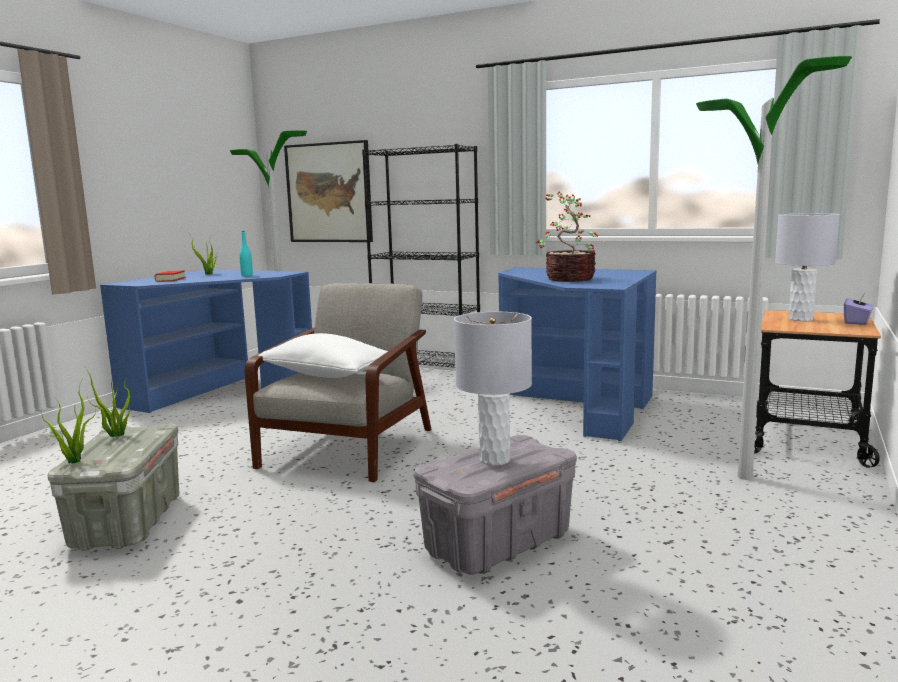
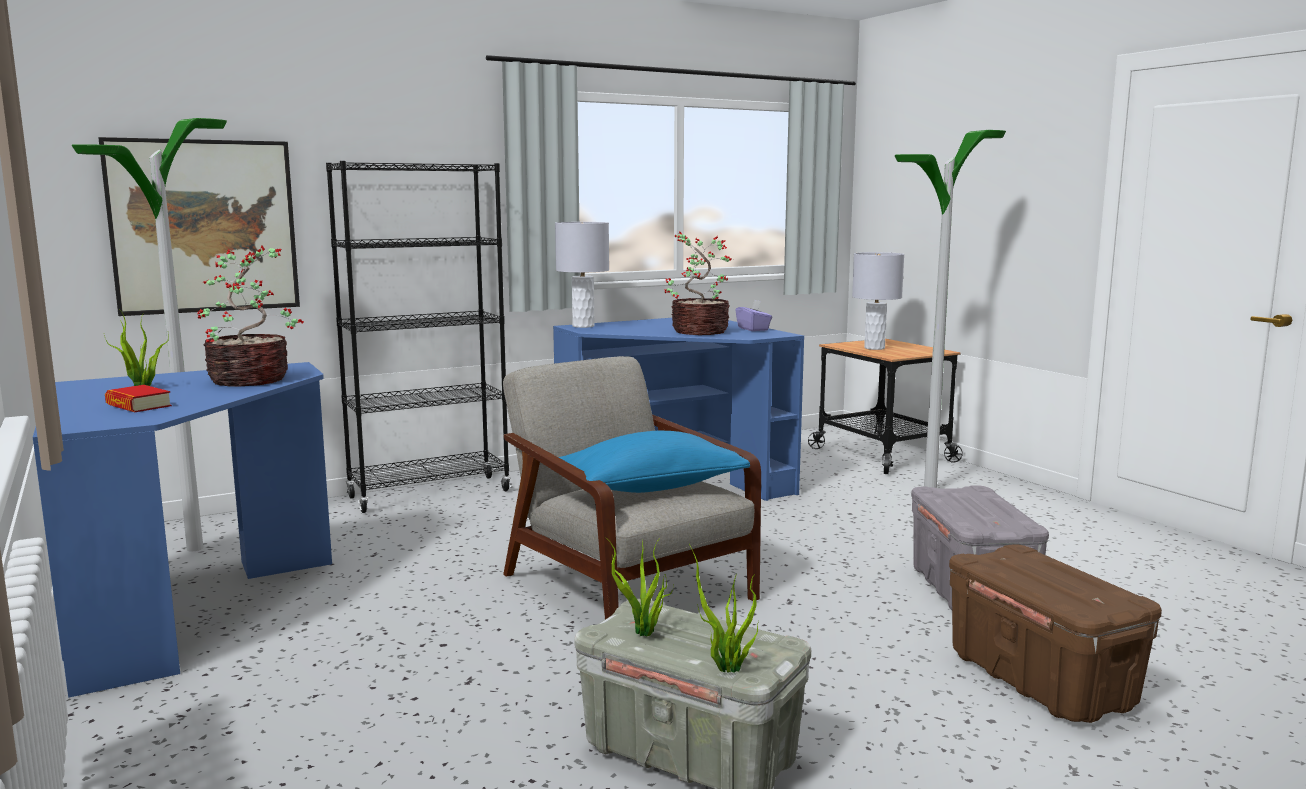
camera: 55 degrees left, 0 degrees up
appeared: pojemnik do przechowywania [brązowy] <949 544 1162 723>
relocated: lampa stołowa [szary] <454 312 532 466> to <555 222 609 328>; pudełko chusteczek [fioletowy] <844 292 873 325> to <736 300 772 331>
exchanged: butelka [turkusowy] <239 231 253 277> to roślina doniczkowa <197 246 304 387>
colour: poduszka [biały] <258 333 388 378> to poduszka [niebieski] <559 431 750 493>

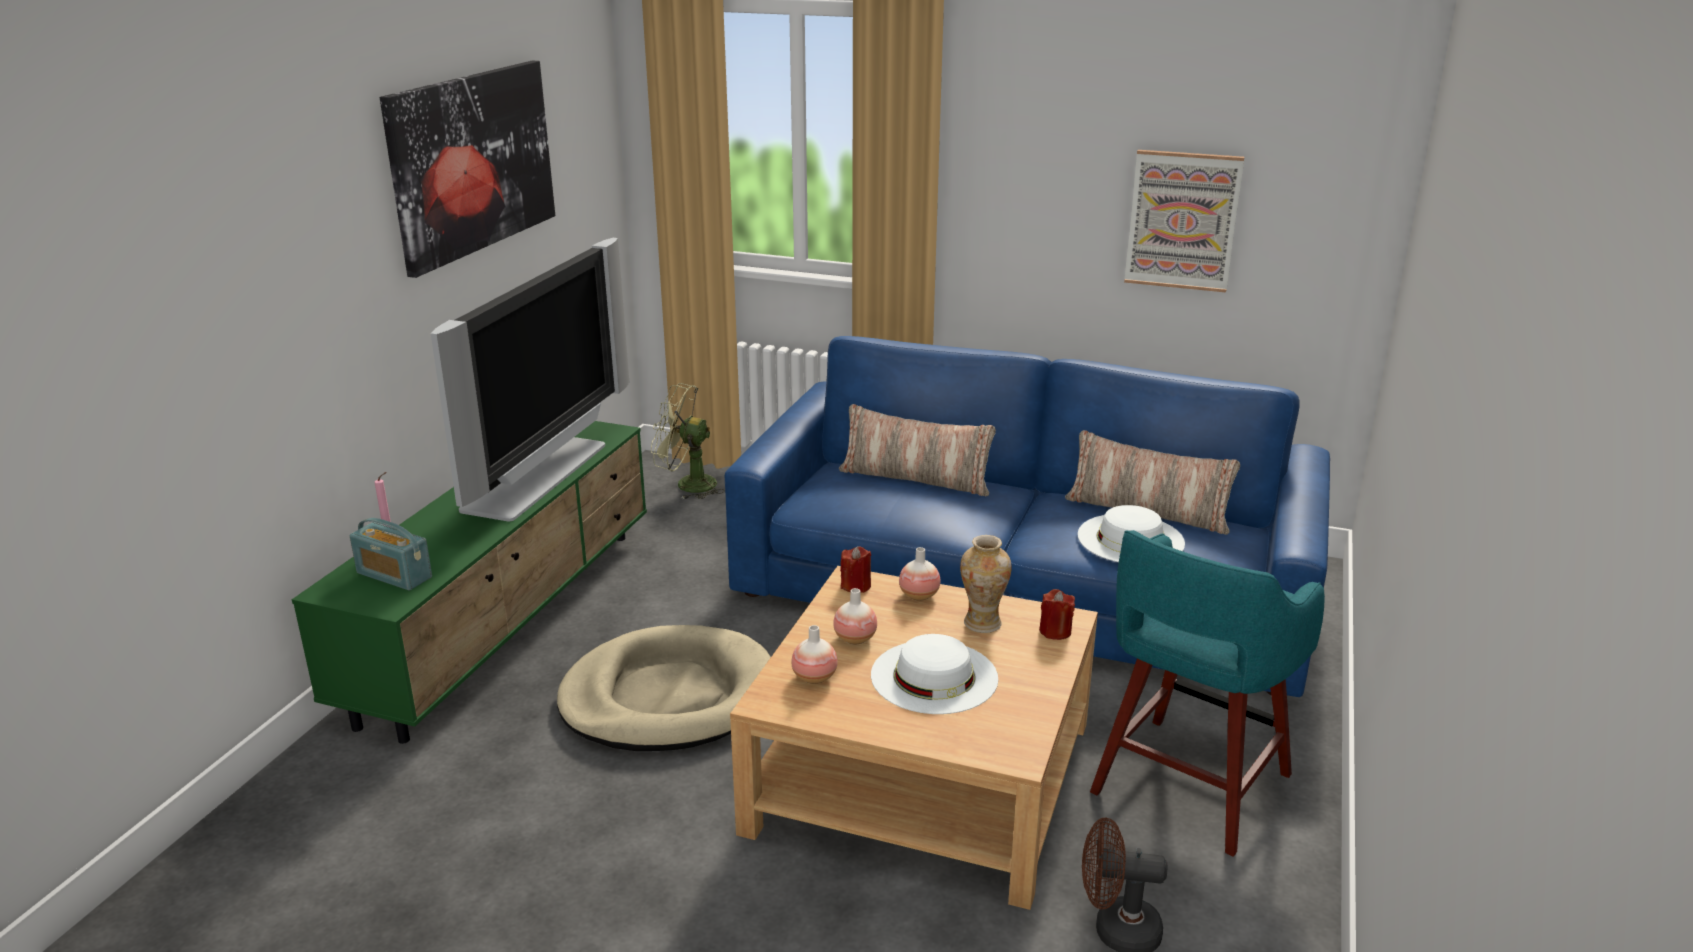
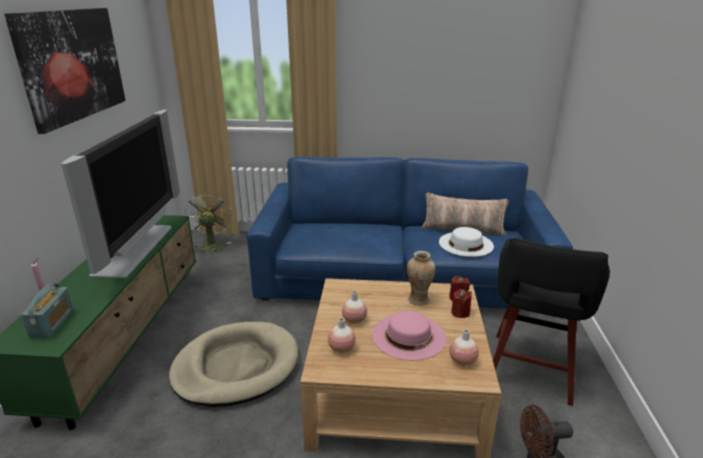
camera: 15 degrees left, 0 degrees up
missing: poduszka <839 404 996 496>; obraz <1124 150 1244 292>
relocated: świeca [czerwony] <840 546 871 593> to <451 289 472 318>; wazon <899 547 940 601> to <449 329 479 365>
colour: kapelusz [biały] <871 634 998 714> to kapelusz [różowy] <372 311 446 361>; stołek [turkusowy] <1090 530 1325 857> to stołek [czarny] <493 238 610 406>
spun: radio <350 518 432 591> = <21 283 74 339> 105 degrees counterclockwise; wentylator [zielony] <651 383 725 499> = <185 191 233 255> 90 degrees clockwise

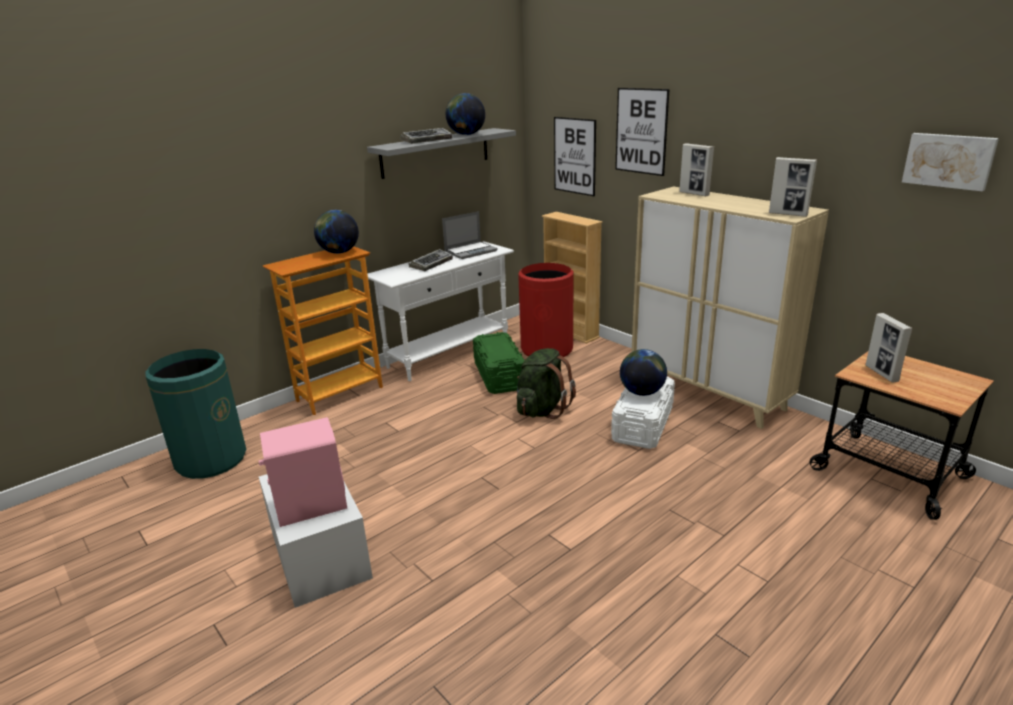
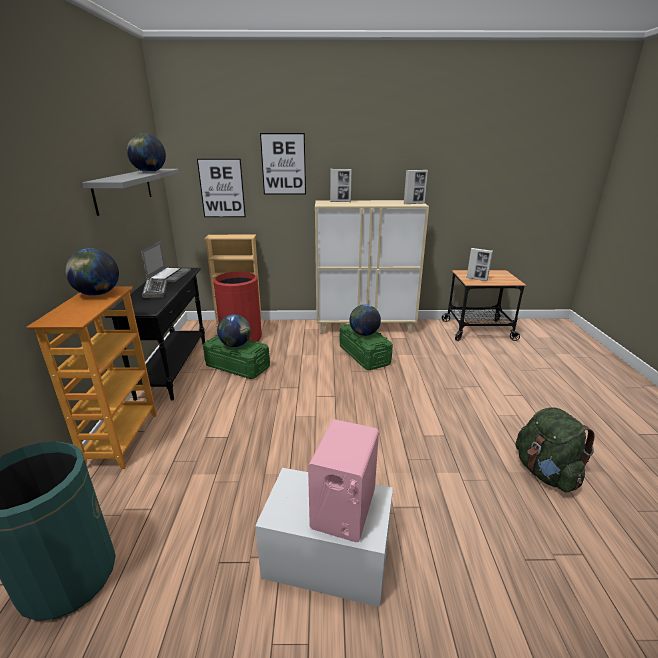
camera: 50 degrees left, 0 degrees up
missing: klawiatura <400 128 452 144>; obraz <902 133 999 191>
appeared: globus <217 314 251 347>
relocated: plecak [zielony] <517 348 576 419> to <516 407 595 492>
colour: stolik konsolowy [biały] <368 241 514 381> to stolik konsolowy [czarny] <105 268 205 401>; pojemnik do przechowywania [biały] <611 377 675 449> to pojemnik do przechowywania [zielony] <339 324 393 370>

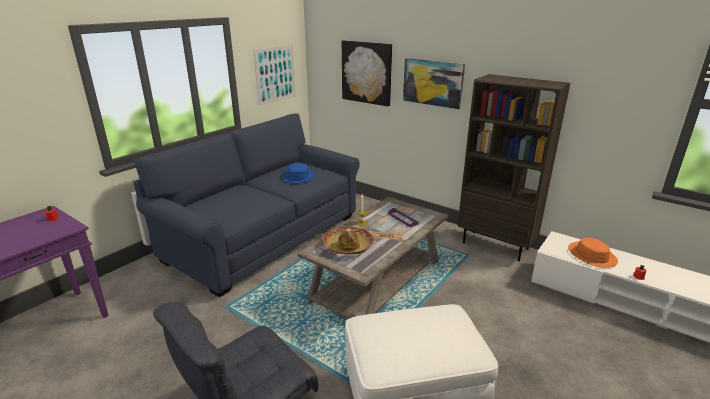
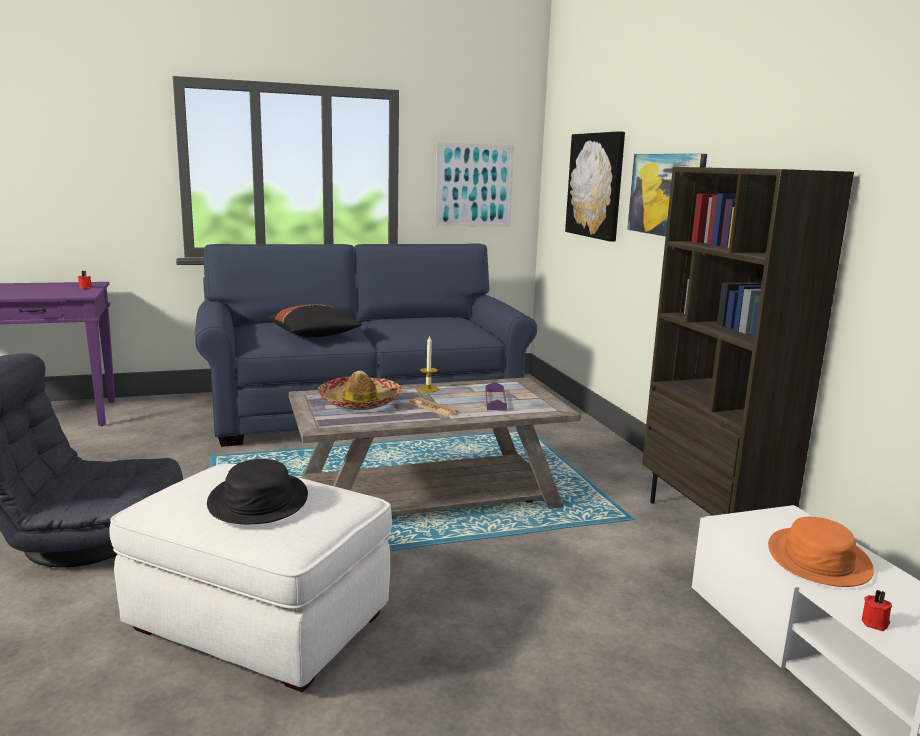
camera: 35 degrees right, 10 degrees down
missing: kapelusz [niebieski] <282 163 314 183>
appeared: kapelusz [czarny] <207 459 308 524>; poduszka [czarny] <268 304 362 338>

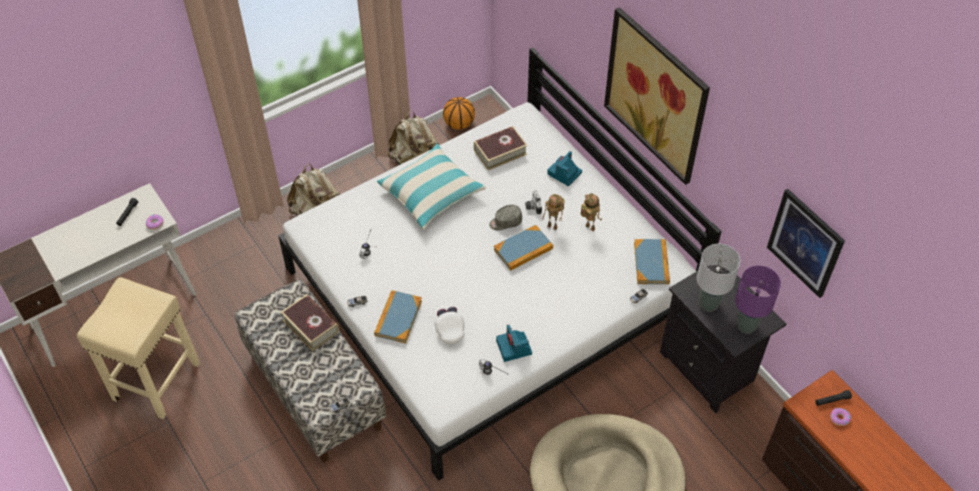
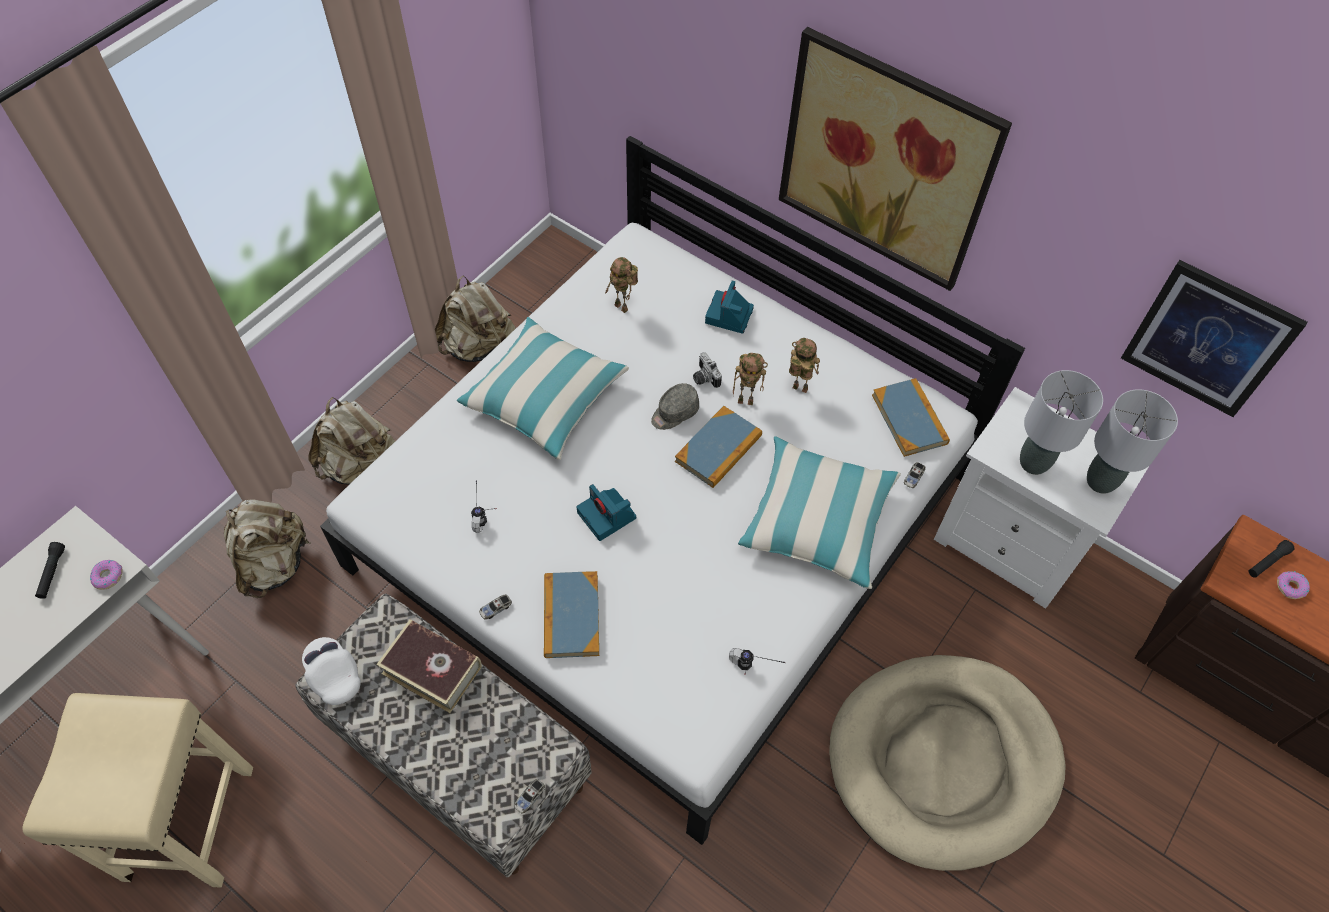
camera: 20 degrees left, 5 degrees up
missing: piłka do koszykówki <443 97 475 130>
appeared: plecak [beżowy] <224 499 310 598>; poduszka <738 436 901 589>
relocated: czapka z daszkiem [biały] <434 305 464 344> to <302 637 361 705>; aparat fotograficzny <496 325 532 362> to <577 484 636 541>
exchanged: książka <474 126 527 170> to robot zabawkowy <605 257 638 313>
colour: szafka nocna [czarny] <660 265 786 413> to szafka nocna [biały] <934 387 1149 608>; lampa stołowa [fioletowy] <735 265 781 334> to lampa stołowa [szary] <1087 389 1178 494>

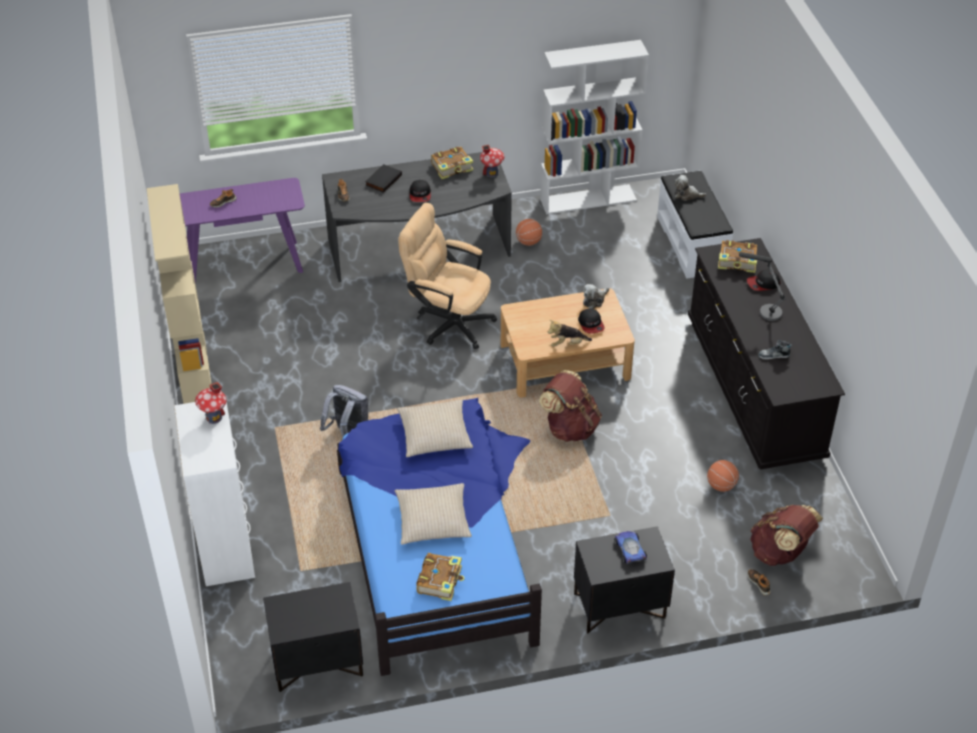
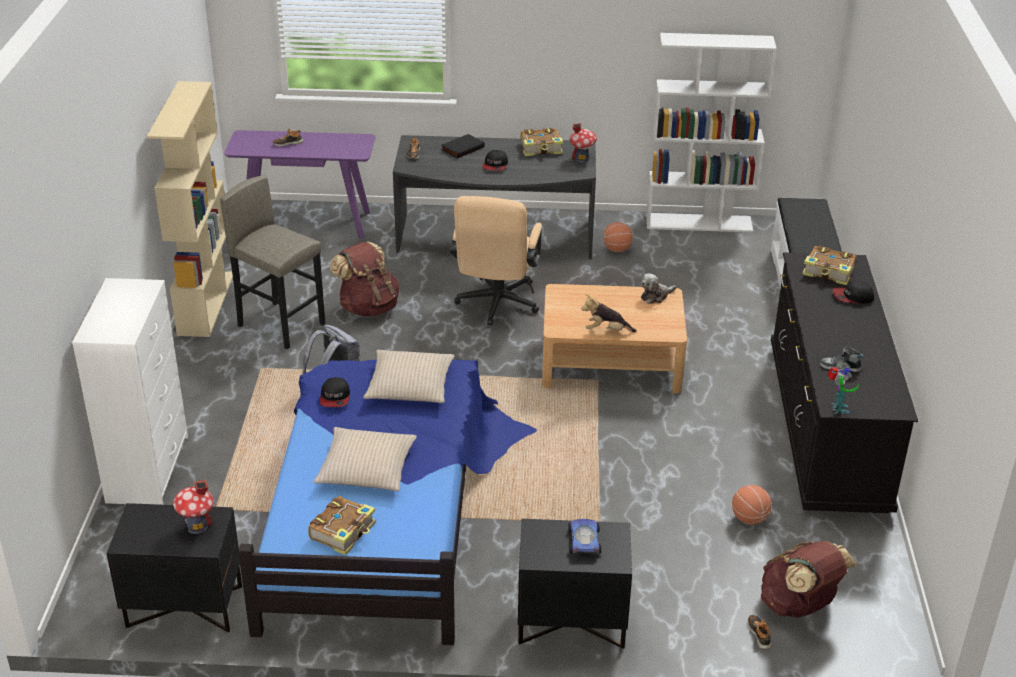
camera: 15 degrees right, 10 degrees down
missing: pluszak <674 175 707 201>; lampa stołowa <739 252 786 321>
appeared: stołek [szary] <220 175 325 349>; robot zabawkowy <827 364 859 414>
relocated: domek <195 382 227 424> to <173 480 214 534>; plecak [brązowy] <539 370 602 442> to <330 242 400 316>; czapka z daszkiem <578 309 605 334> to <320 377 350 407>
spun: krzesło biurowe [beżowy] <398 203 497 349> = <450 196 542 325> 120 degrees counterclockwise

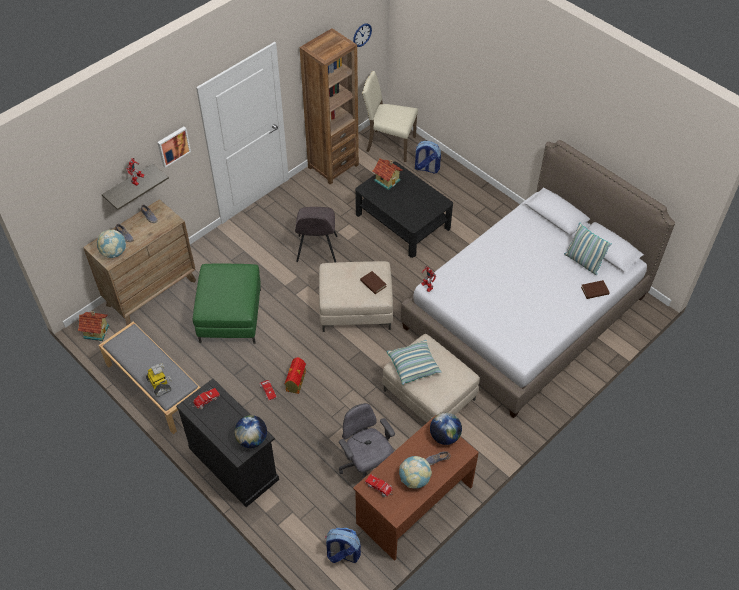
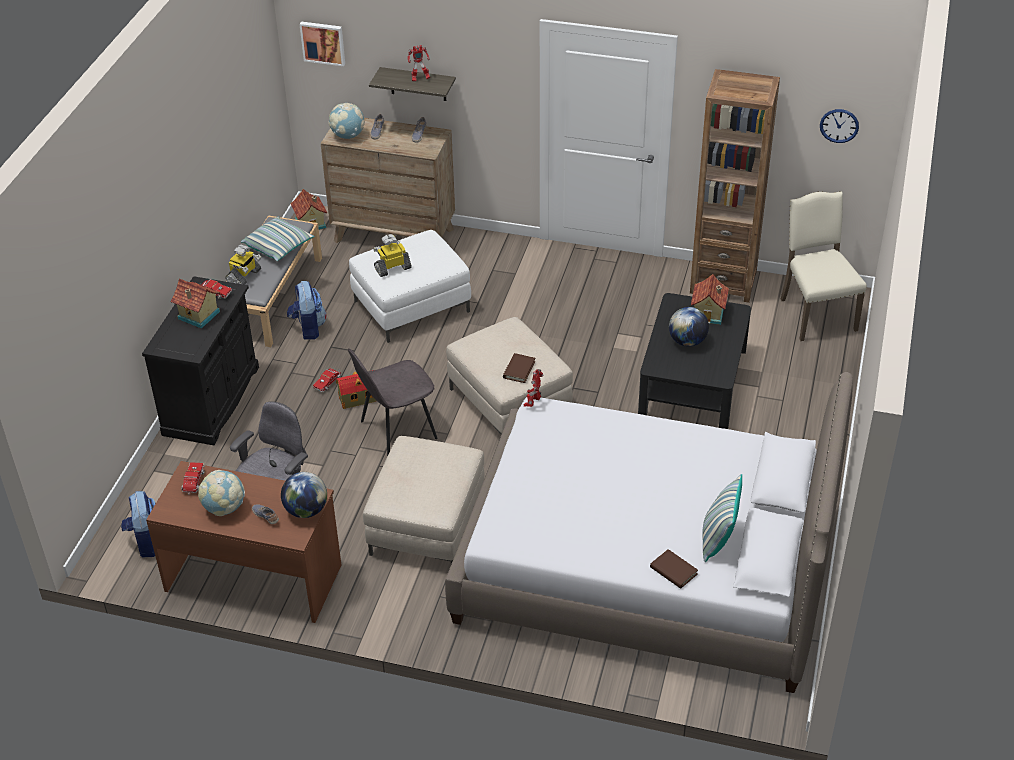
camera: 60 degrees right, 10 degrees down
appeared: domek <170 279 220 328>; robot zabawkowy <373 234 412 277>
relocated: obraz <157 127 191 168> to <300 22 345 66>; globus <234 415 267 448> to <669 307 709 347>; krzesło [szary] <295 207 337 263> to <348 348 437 456>; poduszka <387 340 441 385> to <241 217 315 261>; plecak <415 141 441 174> to <287 281 326 340>
colour: pufa [zielony] <193 264 261 344> to pufa [biały] <349 230 471 343>

